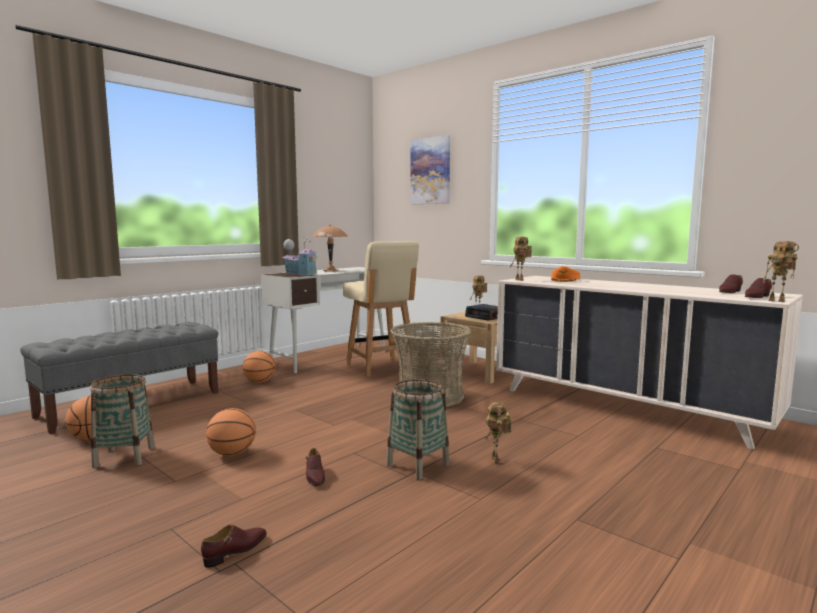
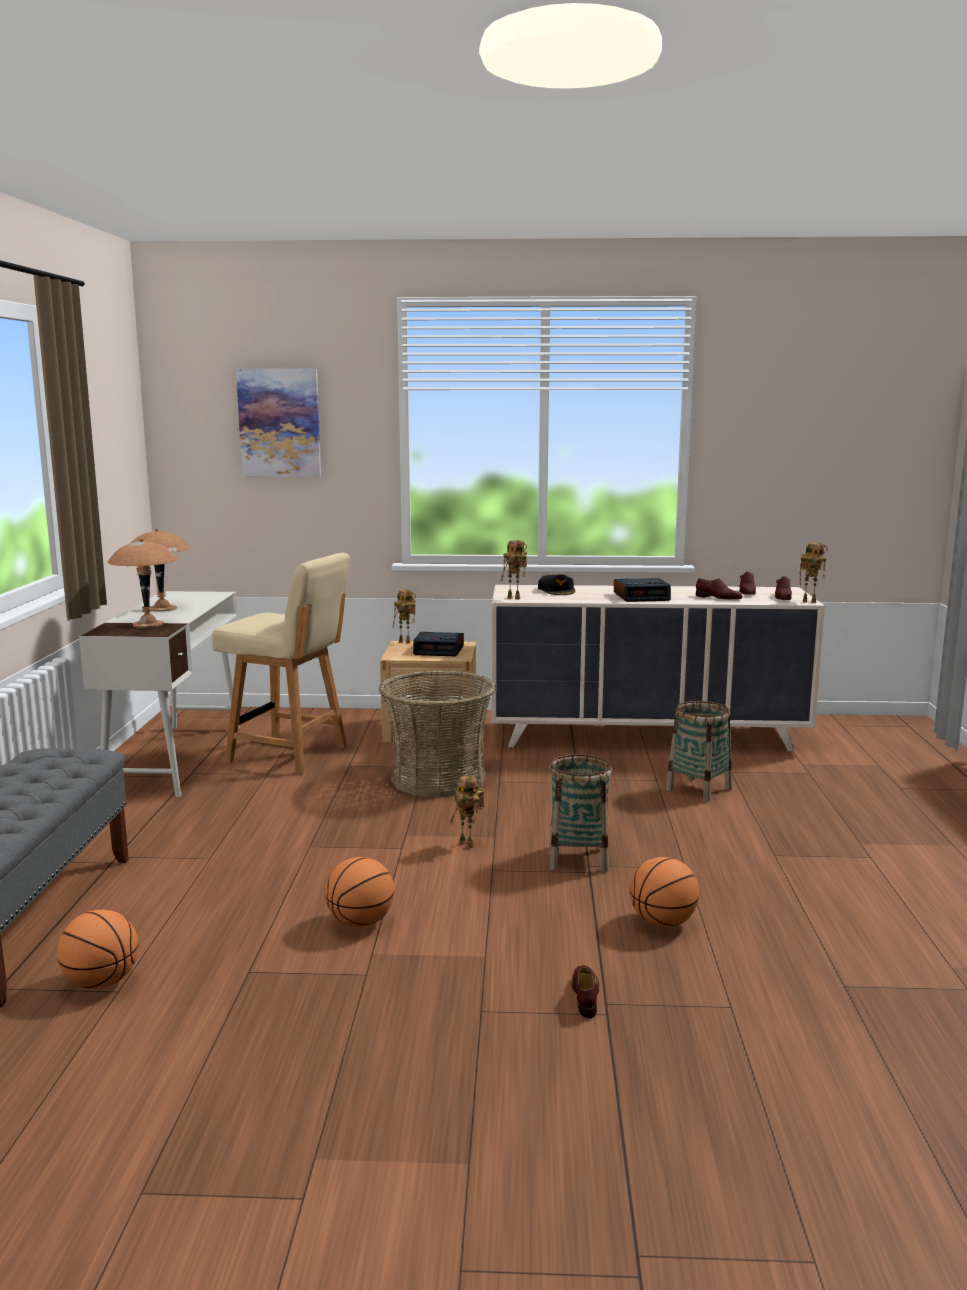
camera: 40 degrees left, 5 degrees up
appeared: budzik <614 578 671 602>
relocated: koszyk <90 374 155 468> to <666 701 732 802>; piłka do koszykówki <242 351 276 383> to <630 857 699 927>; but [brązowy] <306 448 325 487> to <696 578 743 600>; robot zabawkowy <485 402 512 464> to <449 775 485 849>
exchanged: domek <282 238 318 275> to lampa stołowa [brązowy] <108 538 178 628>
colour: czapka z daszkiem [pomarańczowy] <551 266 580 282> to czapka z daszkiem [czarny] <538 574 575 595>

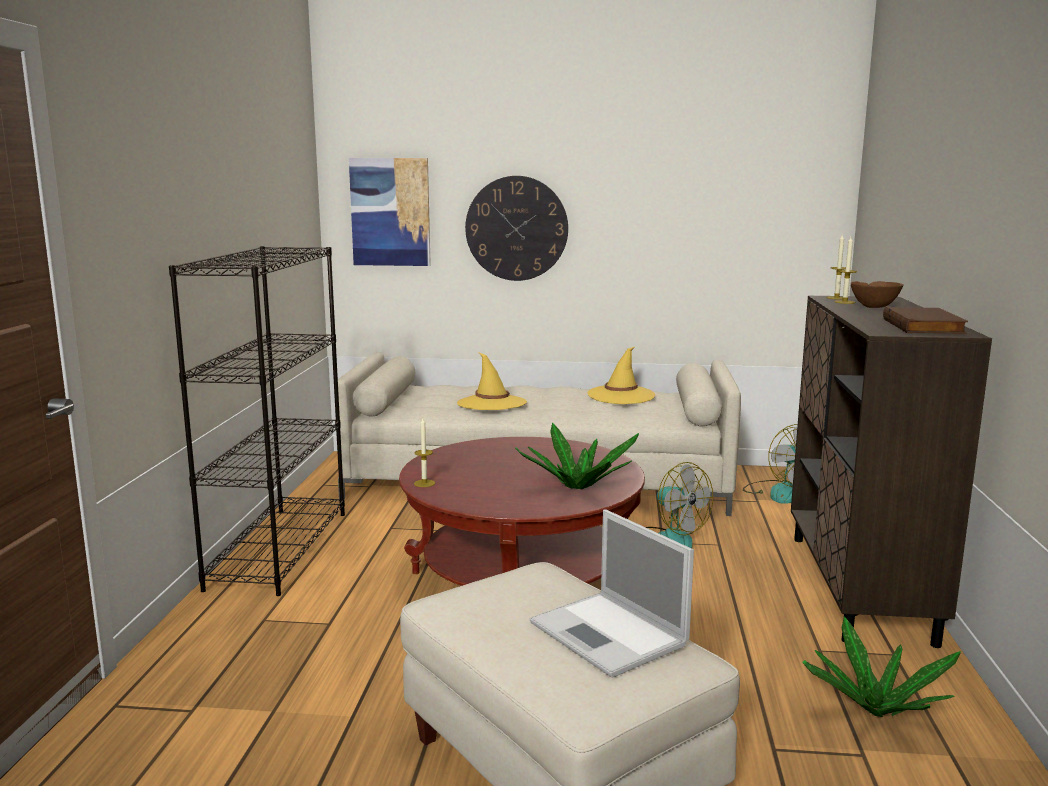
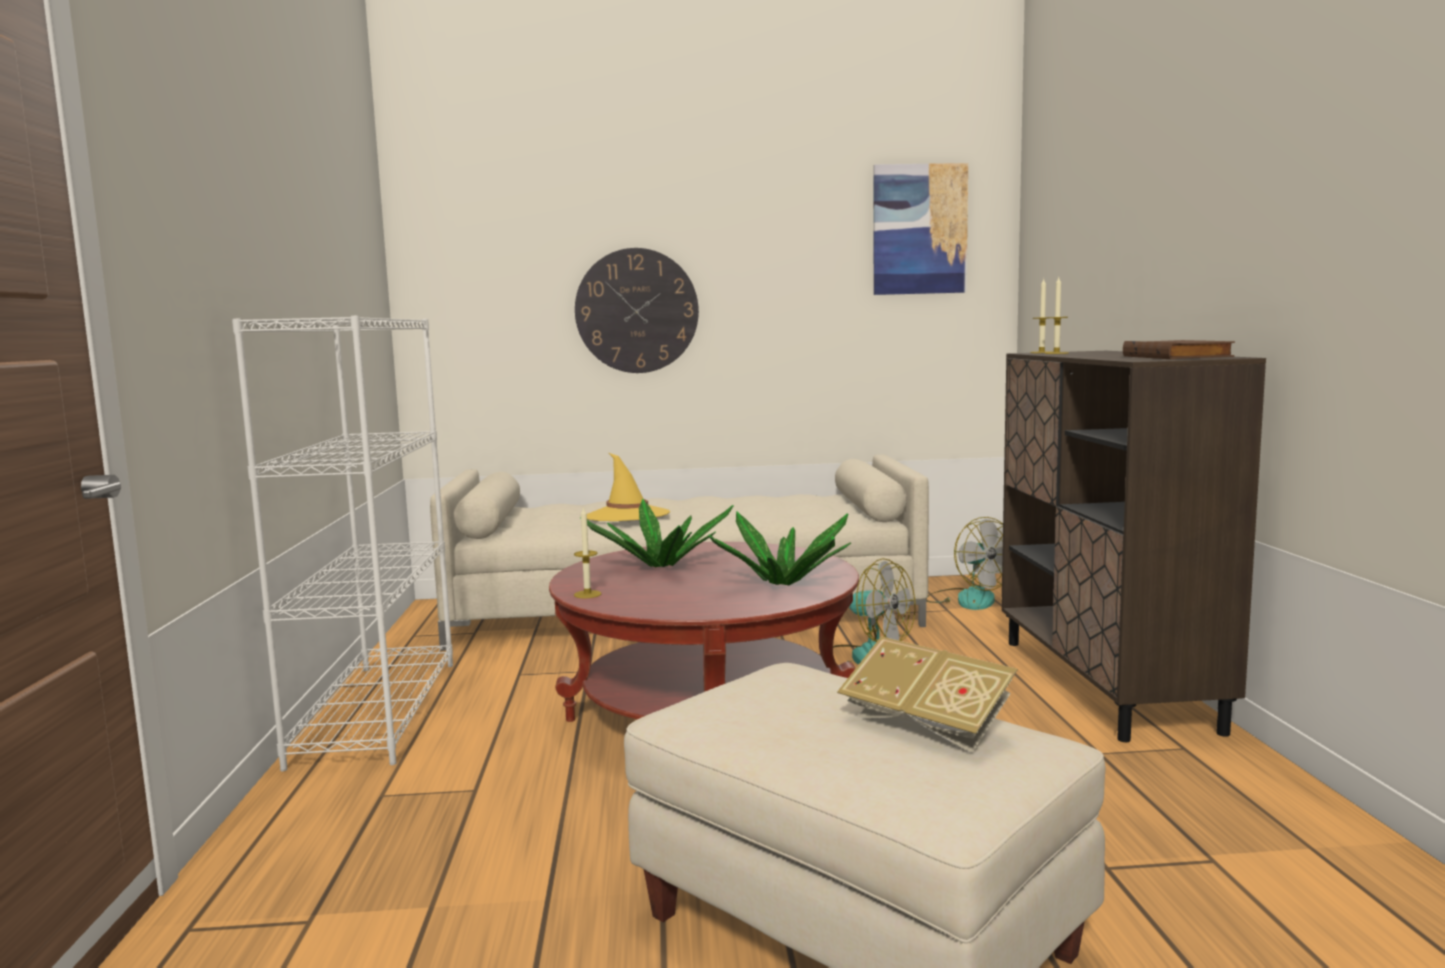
camera: 10 degrees left, 5 degrees down
missing: kapelusz [żółty] <587 347 655 404>; miska [brązowy] <851 281 904 308>
relocated: obraz <349 158 431 266> to <873 163 968 295>; roślina doniczkowa <802 616 961 717> to <580 499 734 568>
exchanged: laptop <530 509 694 678> to książka <837 636 1018 753>
colour: regał [czarny] <169 246 345 596> to regał [biały] <232 316 453 771>

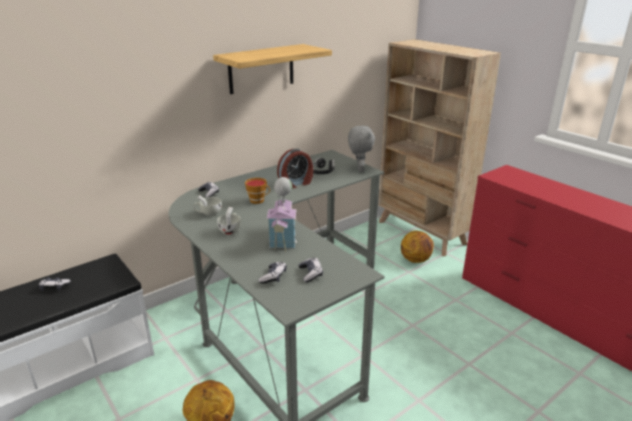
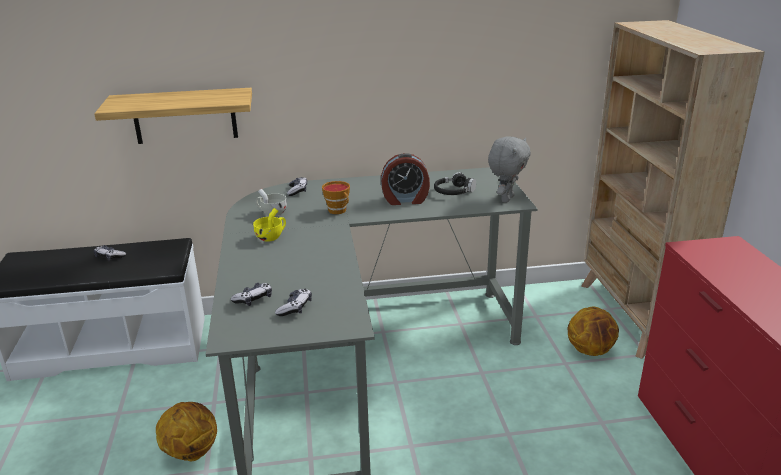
camera: 30 degrees right, 0 degrees up
missing: domek <267 177 297 252>
relocated: półka <213 44 332 94> to <94 88 252 144>
colour: filiżanka [biały] <217 207 241 235> to filiżanka [żółty] <253 208 286 242>

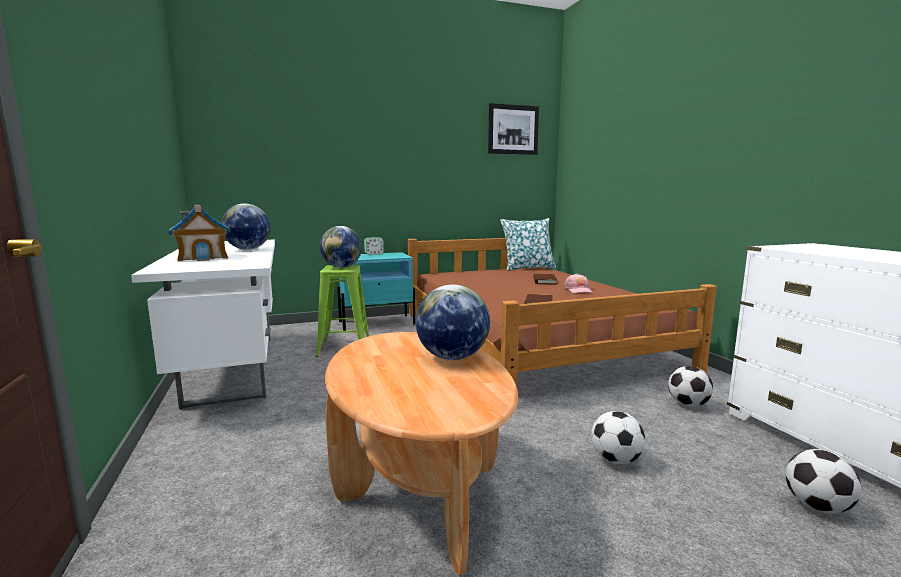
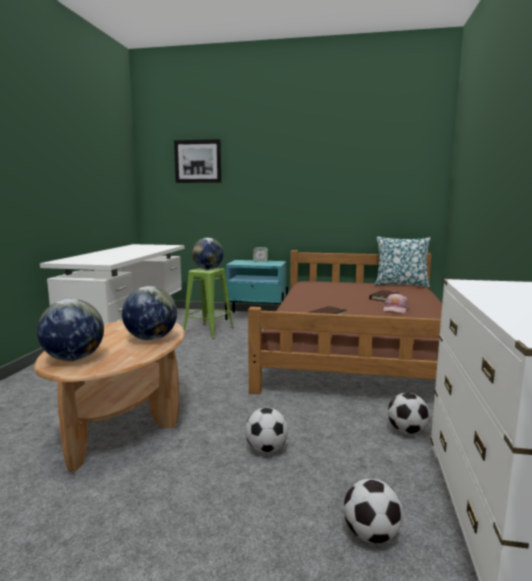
camera: 30 degrees right, 0 degrees up
missing: domek <167 205 232 262>
relocated: globus <221 204 270 250> to <37 299 104 361>; obraz <488 103 539 155> to <174 139 221 183>

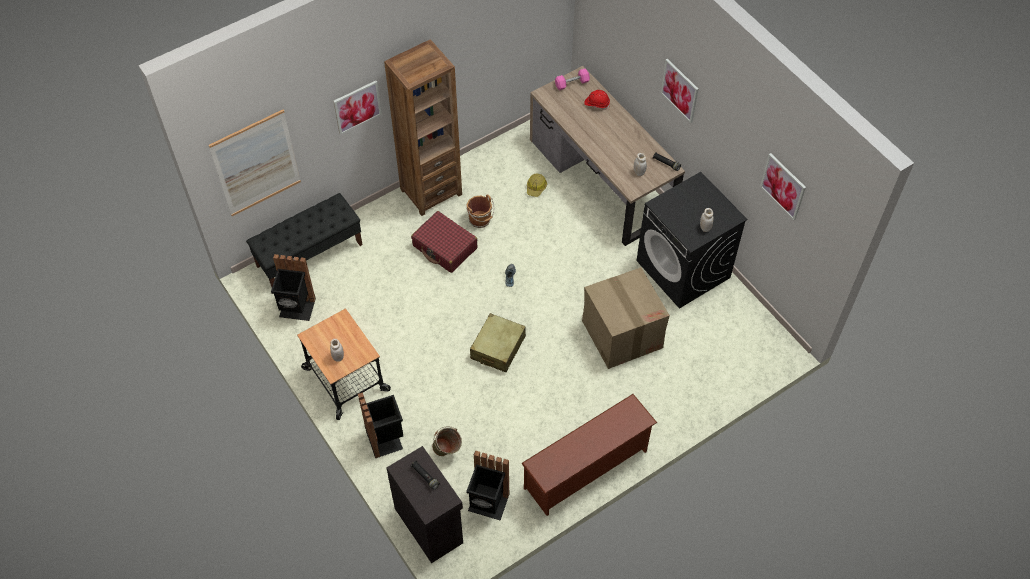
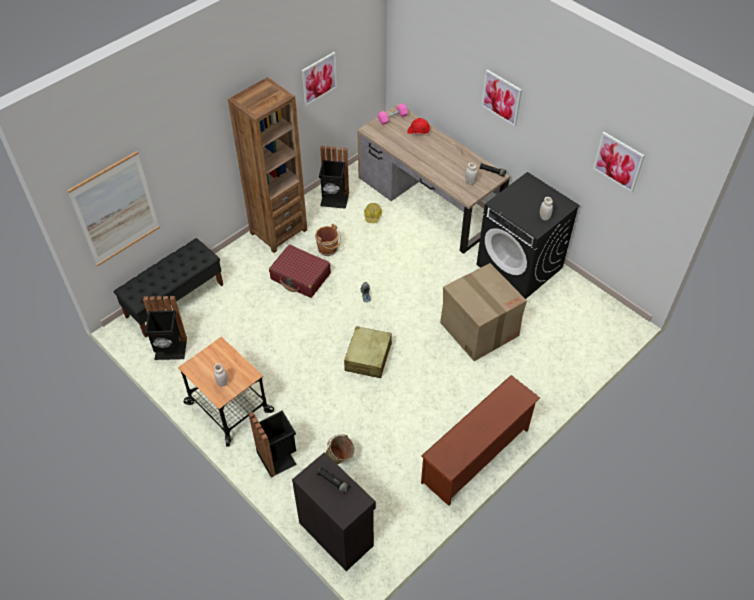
camera: 10 degrees left, 5 degrees down
relocated: obraz <333 81 382 135> to <301 52 337 106>; kosz na śmieci [czarny] <466 451 510 521> to <319 146 349 209>

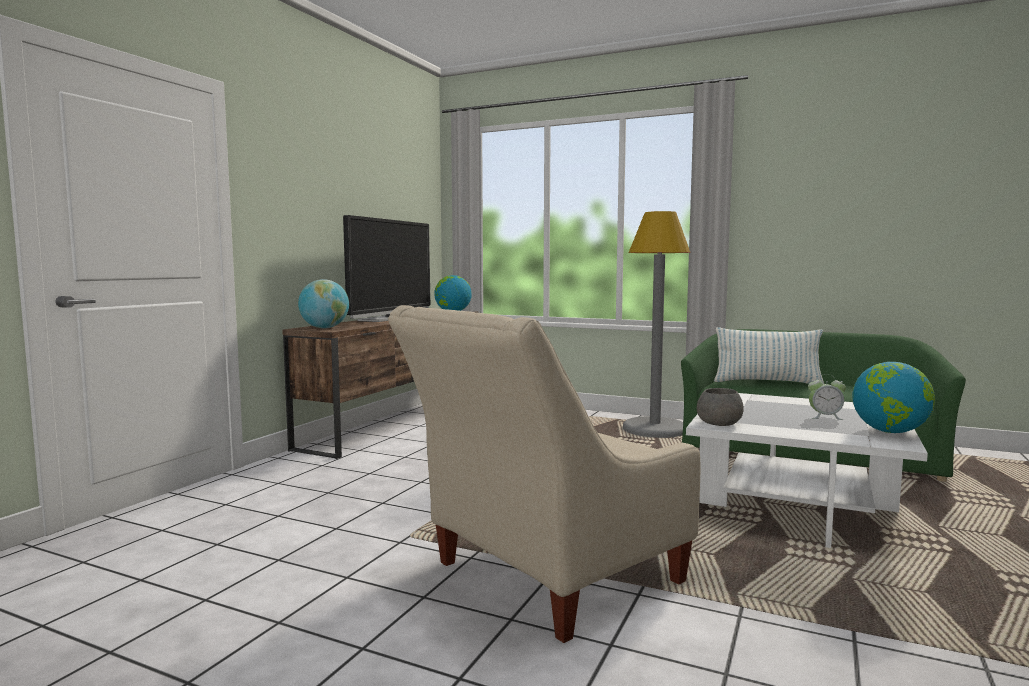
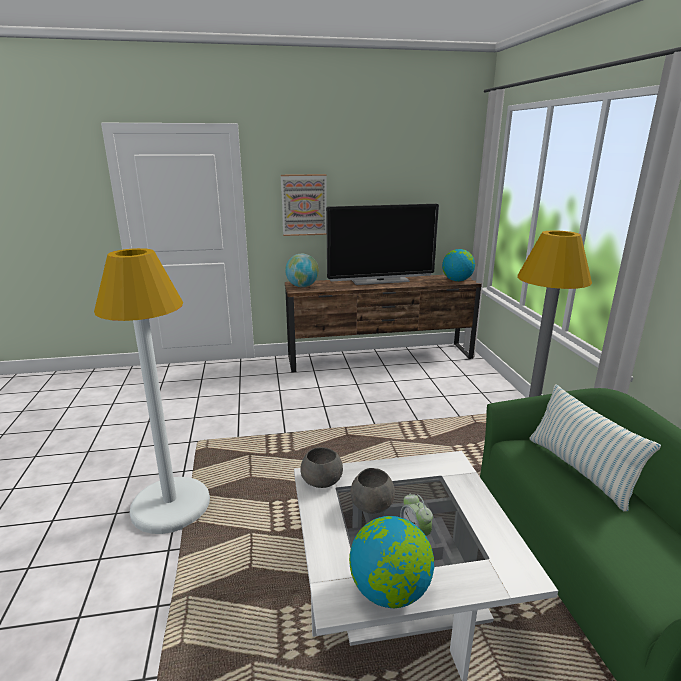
camera: 55 degrees right, 15 degrees up
appeared: obraz <281 174 327 236>; miska [szary] <351 468 395 513>
exchanged: fotel [beżowy] <388 305 701 643> to lampa stojąca [biały] <94 248 210 534>

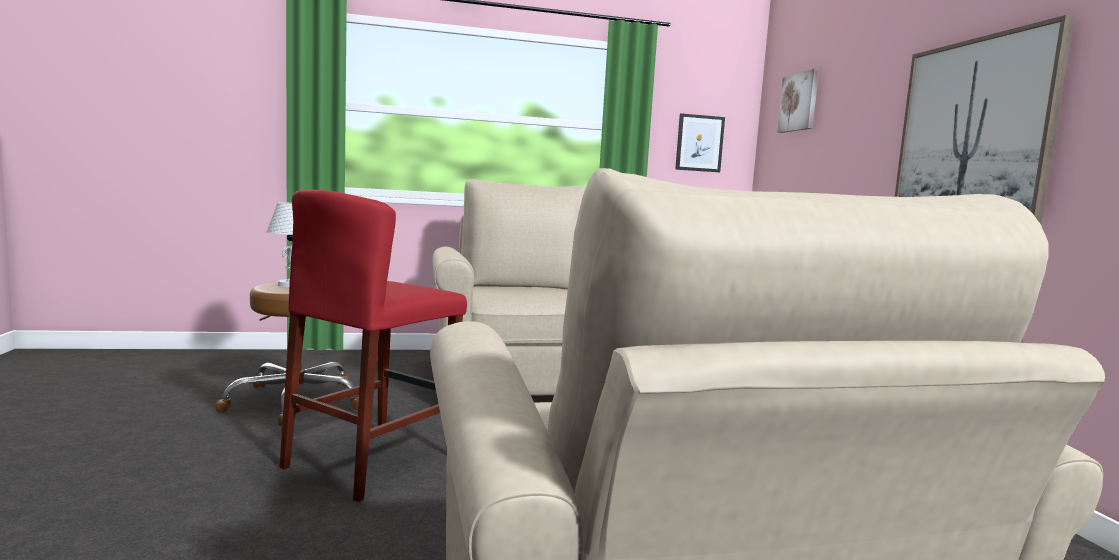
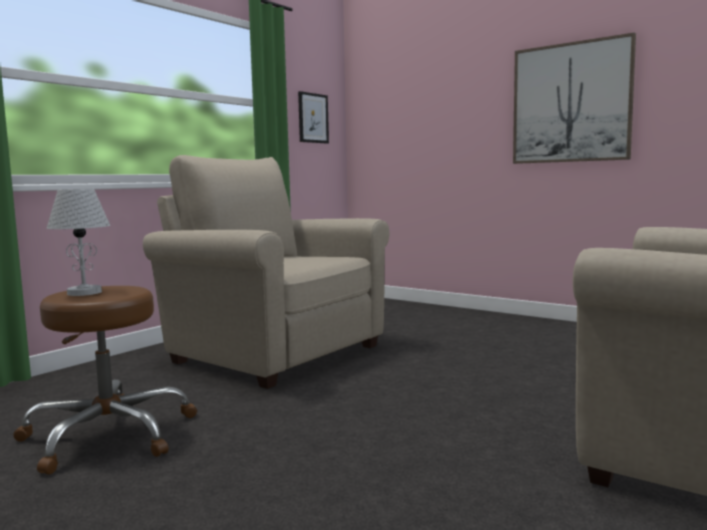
camera: 40 degrees left, 0 degrees up
missing: stołek [czerwony] <279 190 467 502>; obraz <777 69 819 133>

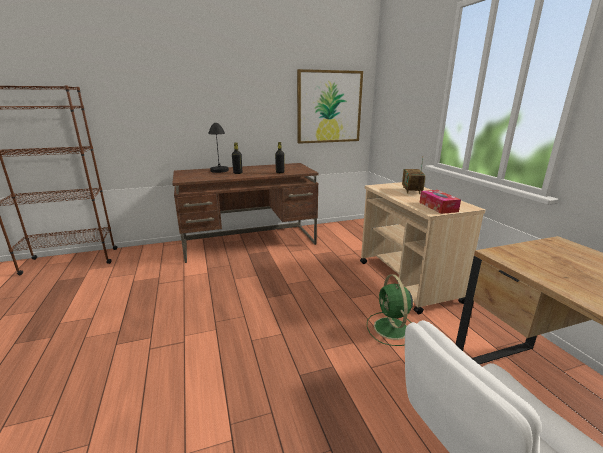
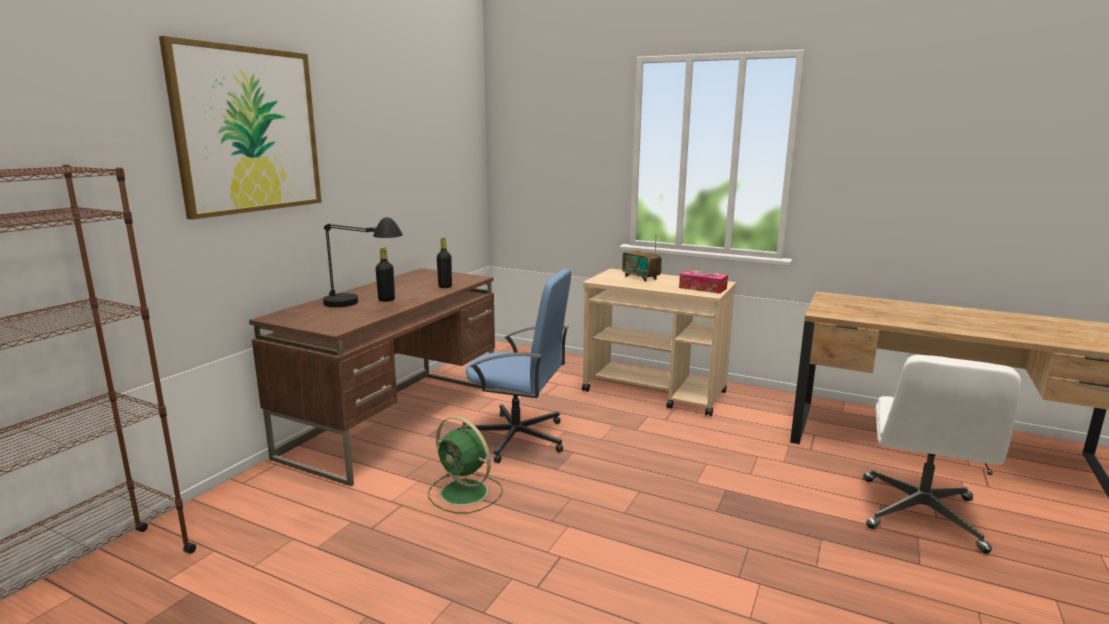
camera: 45 degrees left, 5 degrees down
appeared: krzesło biurowe [niebieski] <461 269 571 463>
relocated: obraz <297 69 363 144> to <159 36 322 220>; wentylator [zielony] <367 274 413 346> to <429 416 503 514>

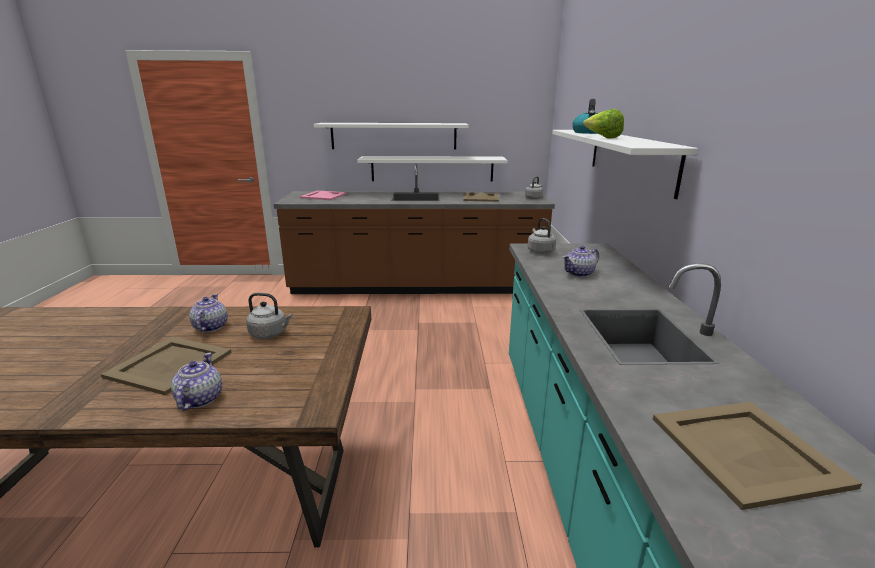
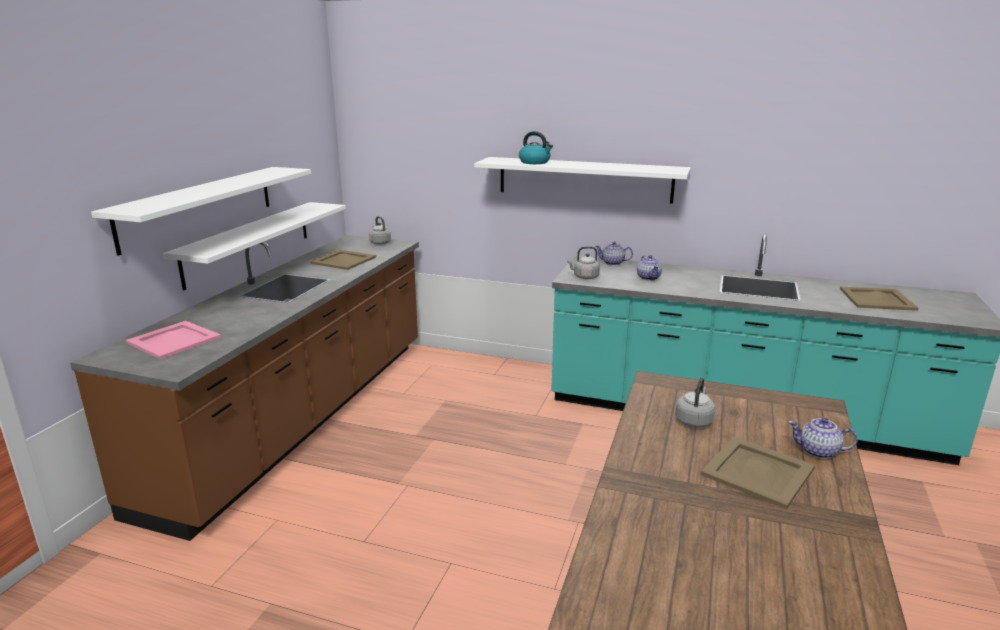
camera: 70 degrees left, 0 degrees up
missing: sałata <583 109 624 139>
relocated: imbryk <189 294 228 332> to <595 242 633 266>

